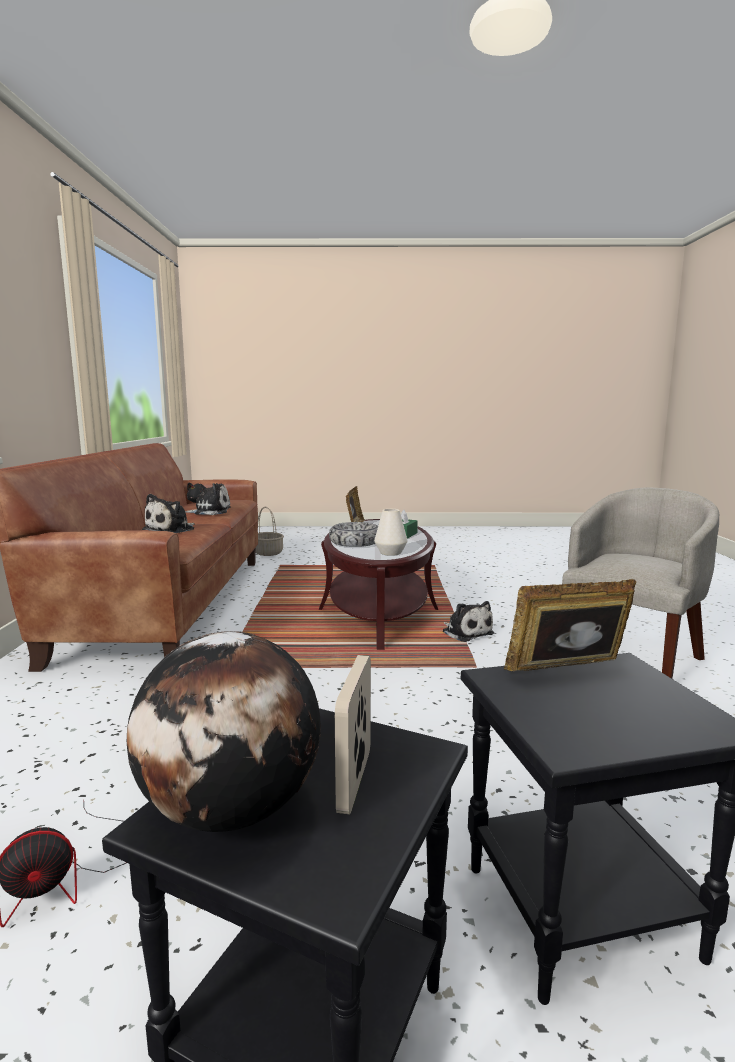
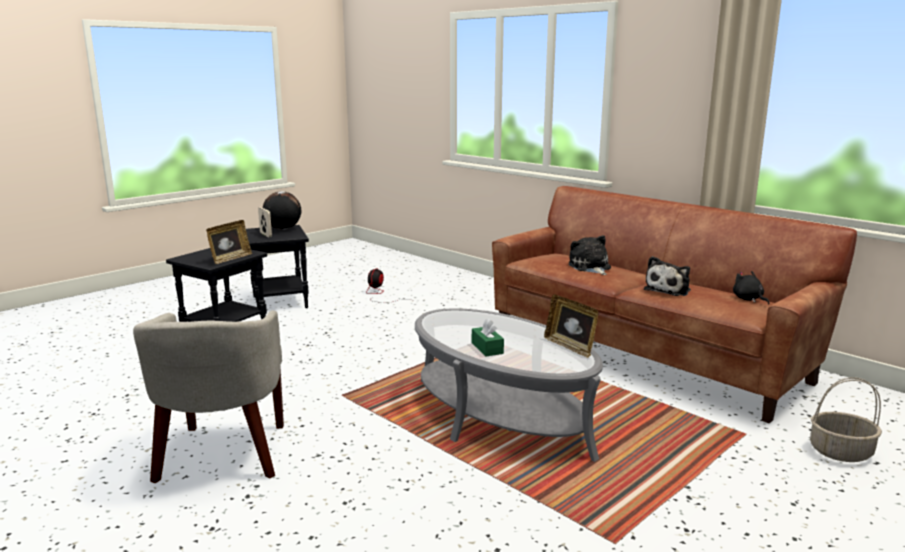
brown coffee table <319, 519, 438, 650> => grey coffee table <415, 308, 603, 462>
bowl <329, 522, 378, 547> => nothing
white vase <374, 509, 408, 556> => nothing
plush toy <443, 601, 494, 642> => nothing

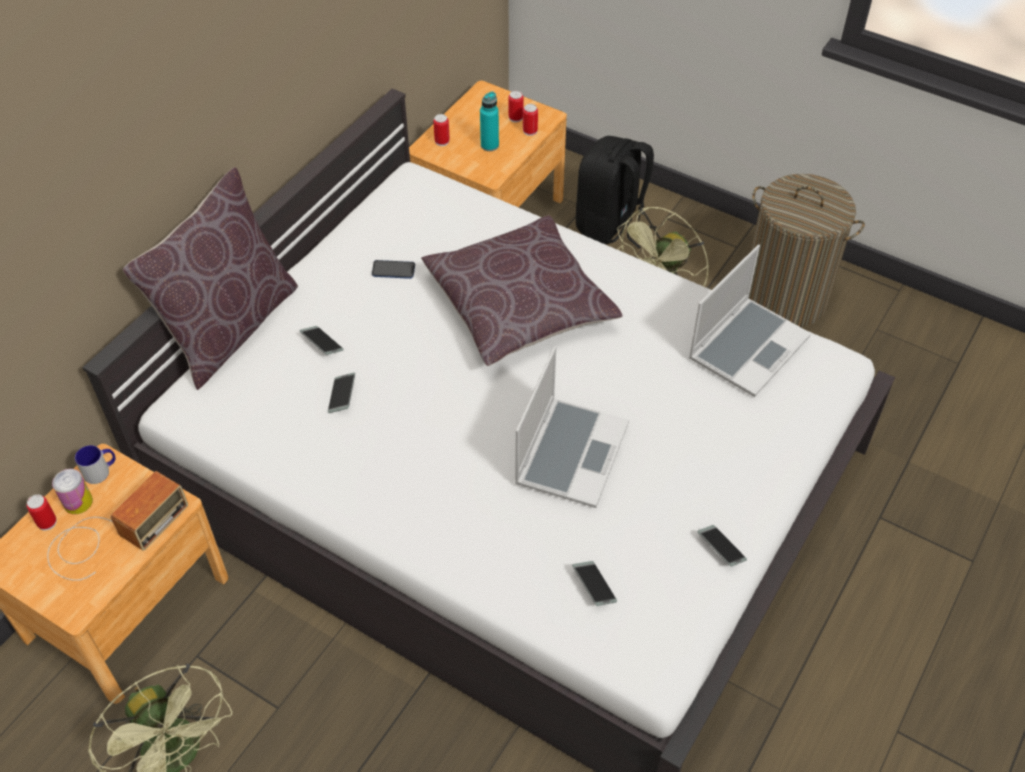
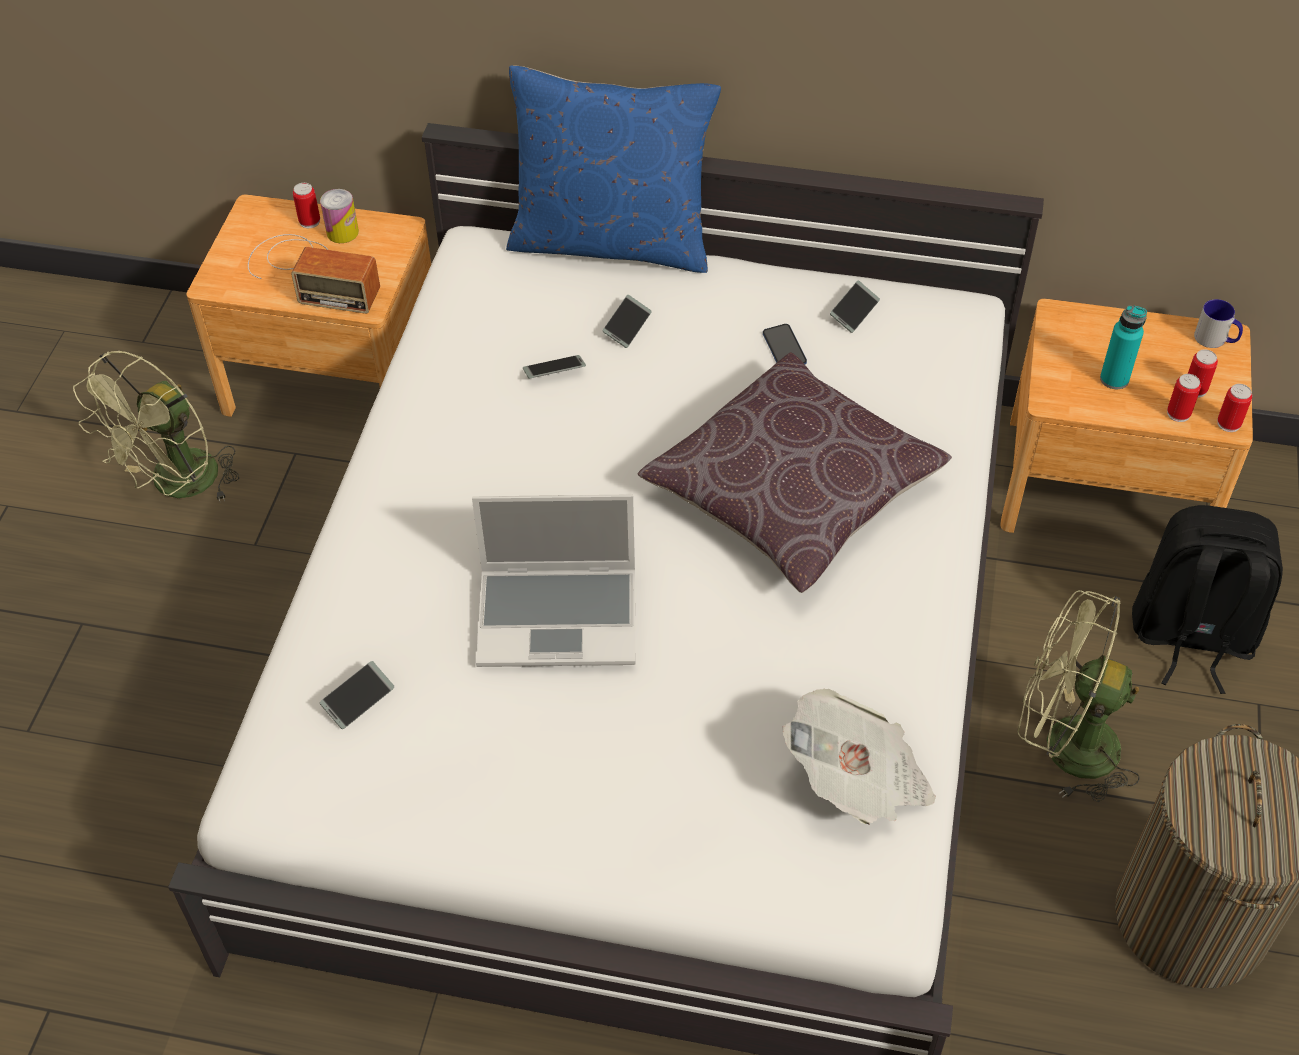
brown pillow <123, 167, 298, 390> => blue pillow <506, 65, 721, 273>
laptop <689, 245, 811, 397> => newspaper <782, 689, 936, 824>
phone <697, 525, 747, 567> => phone <830, 281, 880, 333>, relocated
mug <75, 445, 116, 484> => mug <1194, 299, 1243, 348>, relocated
can <433, 114, 450, 146> => can <1217, 384, 1252, 432>, relocated

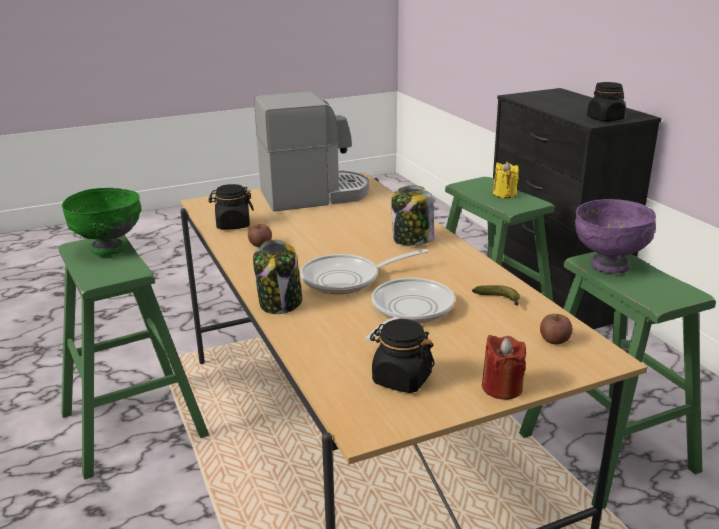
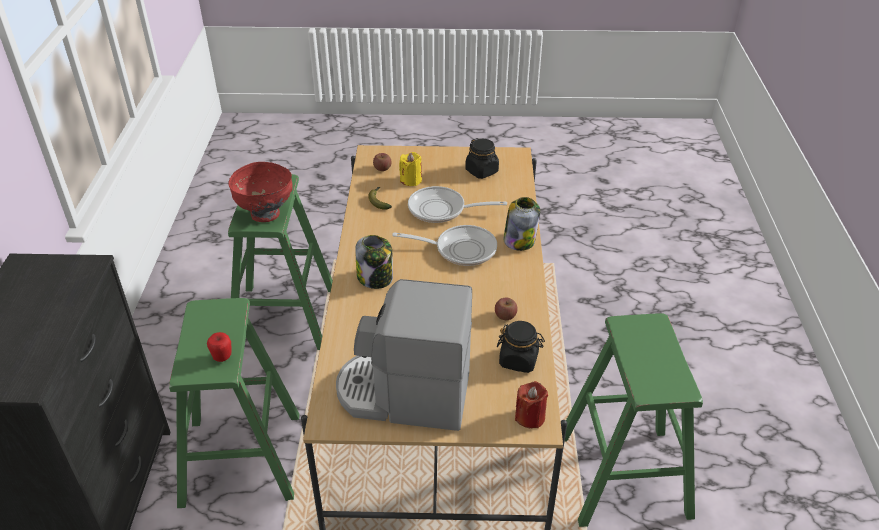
nothing => apple <207, 332, 231, 362>
purple bowl <575, 199, 656, 274> => red bowl <229, 162, 293, 222>
yellow candle <493, 162, 519, 198> => yellow candle <399, 152, 422, 186>, relocated
frying pan <365, 278, 455, 341> => frying pan <408, 186, 507, 223>, 45 degrees clockwise
red candle <482, 335, 526, 400> => red candle <515, 381, 548, 428>, relocated
green bowl <62, 188, 142, 255> => nothing
black jar <587, 82, 626, 121> => nothing

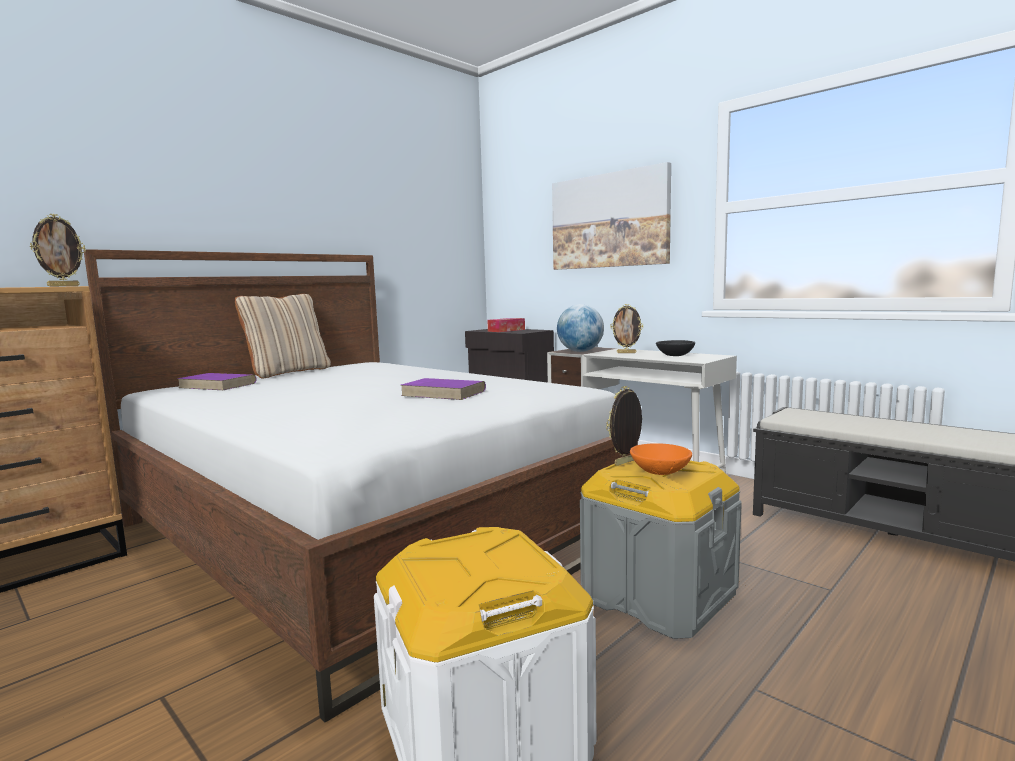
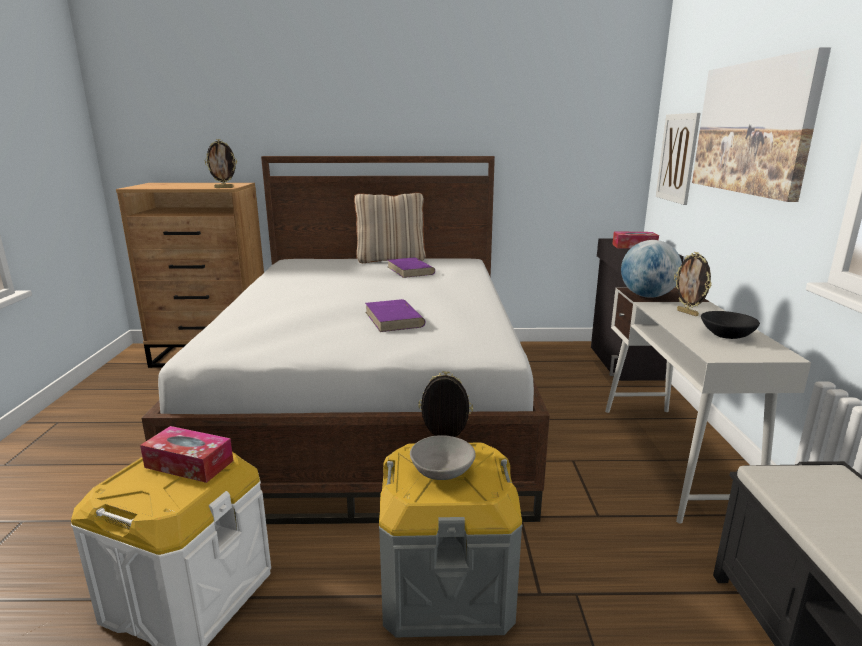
nothing => tissue box <140, 426, 233, 483>
purple book <177, 373, 257, 390> => purple book <388, 257, 435, 278>, relocated
orange bowl <630, 443, 692, 475> => grey bowl <410, 435, 476, 480>
nothing => picture <656, 113, 701, 205>

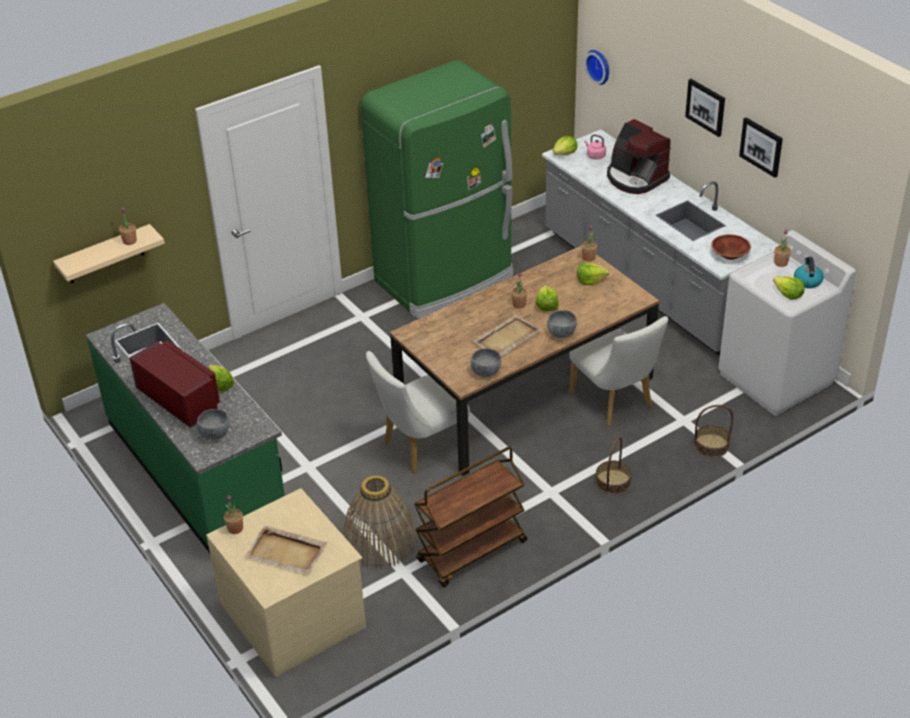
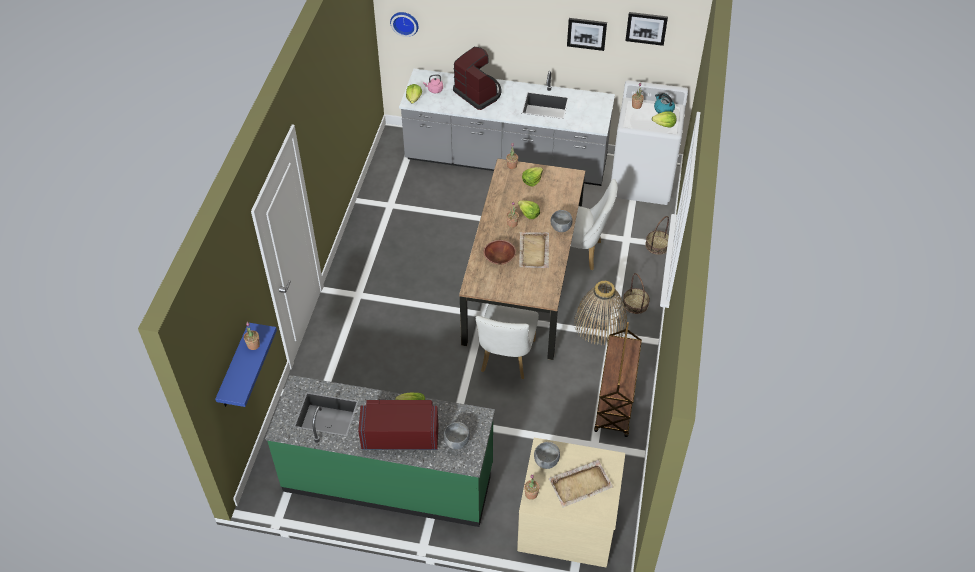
beige shelf <53, 224, 165, 283> => blue shelf <215, 323, 277, 407>
coffee machine <607, 119, 671, 194> => coffee machine <453, 47, 502, 110>, 135 degrees counterclockwise
brown bowl <711, 234, 751, 260> => brown bowl <484, 240, 516, 264>, relocated
grey bowl <471, 348, 501, 377> => grey bowl <534, 442, 560, 469>, relocated
basket <343, 475, 418, 569> => basket <574, 281, 627, 345>, relocated
picture <685, 79, 725, 137> => picture <625, 12, 668, 46>, relocated
green fridge <361, 60, 513, 319> => nothing

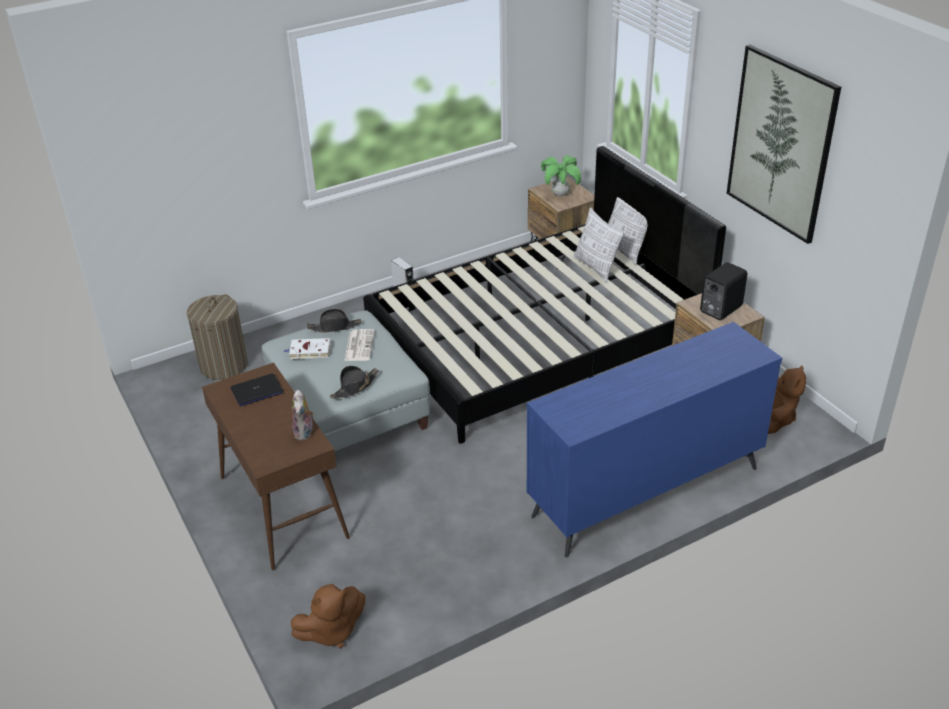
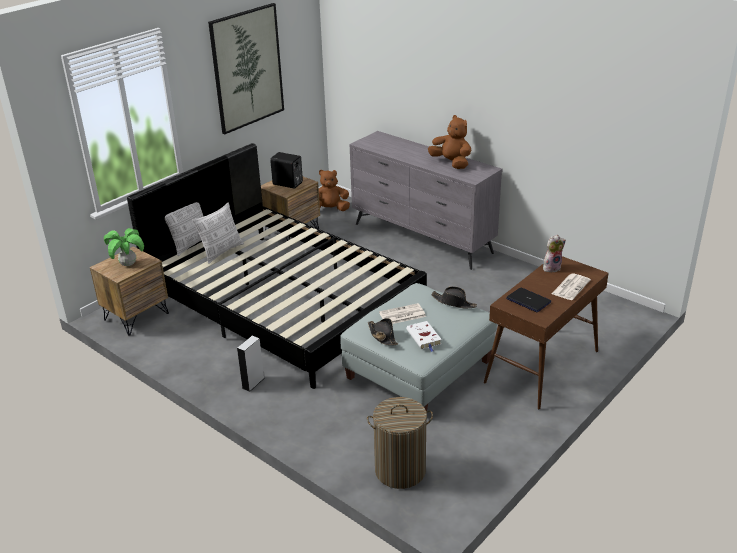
blue dresser <527, 322, 782, 558> => grey dresser <349, 131, 503, 270>
brown plush toy <291, 584, 365, 648> => brown plush toy <428, 115, 471, 169>, relocated
nothing => newspaper <552, 273, 591, 300>

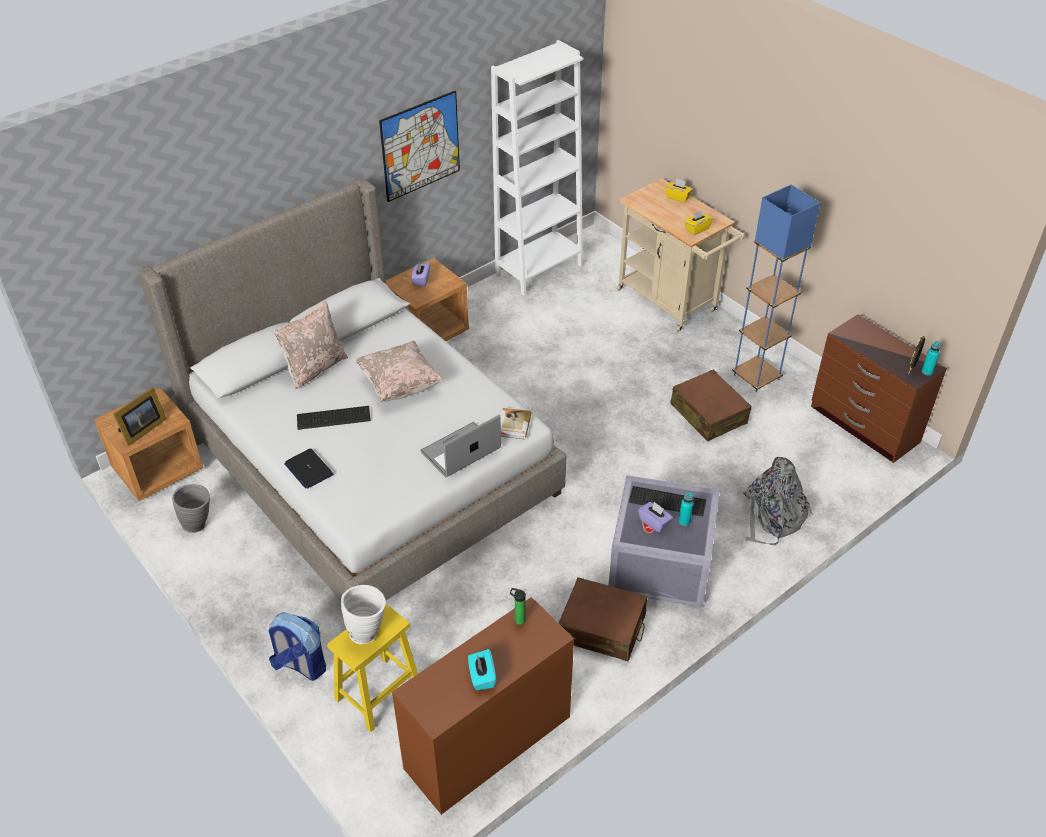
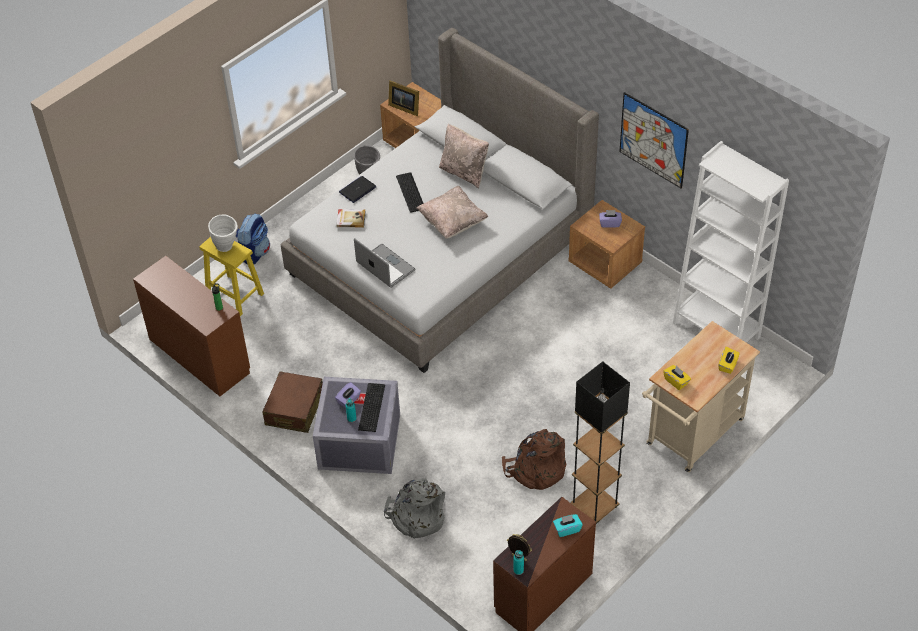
book <500, 408, 532, 440> => book <336, 209, 366, 227>, relocated
brown suitcase <670, 369, 752, 442> => brown backpack <502, 429, 566, 490>
turquoise tissue box <468, 649, 496, 690> => turquoise tissue box <553, 514, 583, 537>, relocated
blue floor lamp <732, 185, 820, 392> => black floor lamp <570, 361, 630, 524>

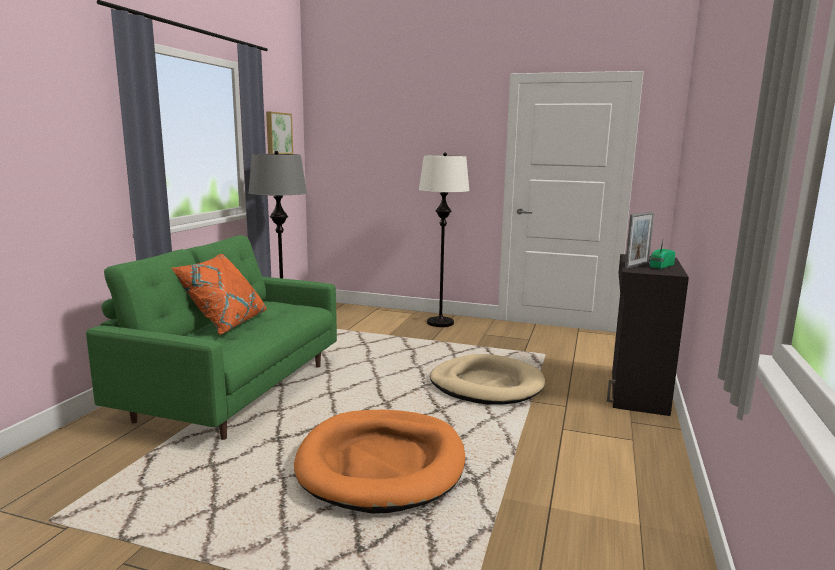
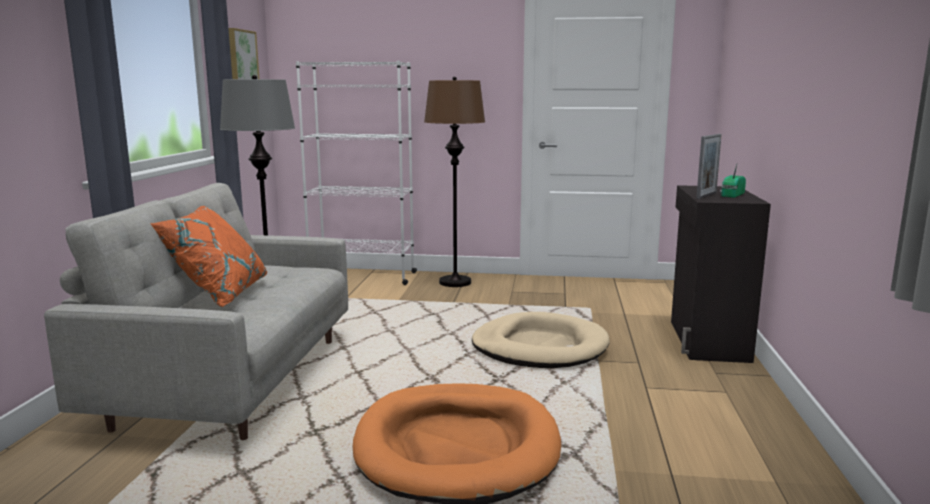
green sofa <86, 235, 337, 440> => grey sofa <44, 183, 348, 440>
nothing => white bookcase <296, 61, 417, 285>
white floor lamp <419, 153, 470, 327> => brown floor lamp <424, 77, 485, 287>

